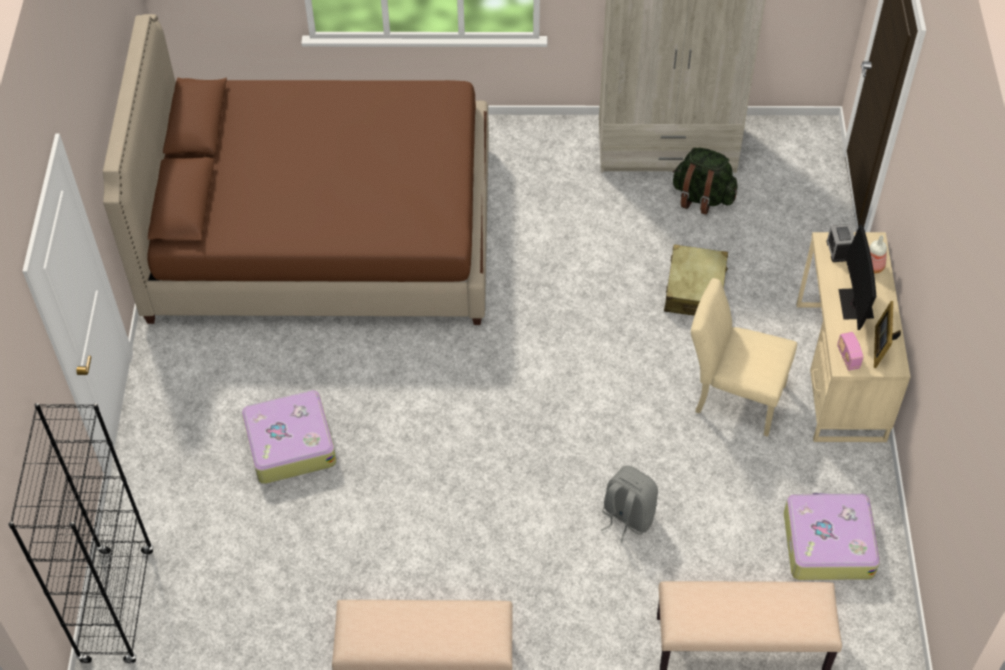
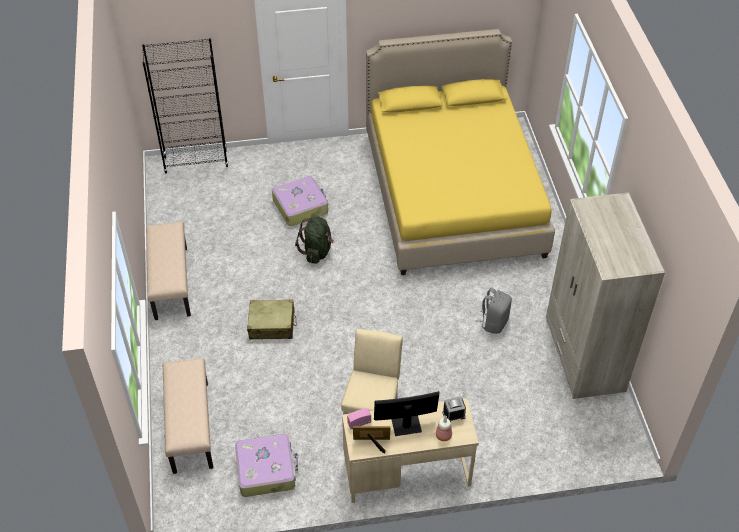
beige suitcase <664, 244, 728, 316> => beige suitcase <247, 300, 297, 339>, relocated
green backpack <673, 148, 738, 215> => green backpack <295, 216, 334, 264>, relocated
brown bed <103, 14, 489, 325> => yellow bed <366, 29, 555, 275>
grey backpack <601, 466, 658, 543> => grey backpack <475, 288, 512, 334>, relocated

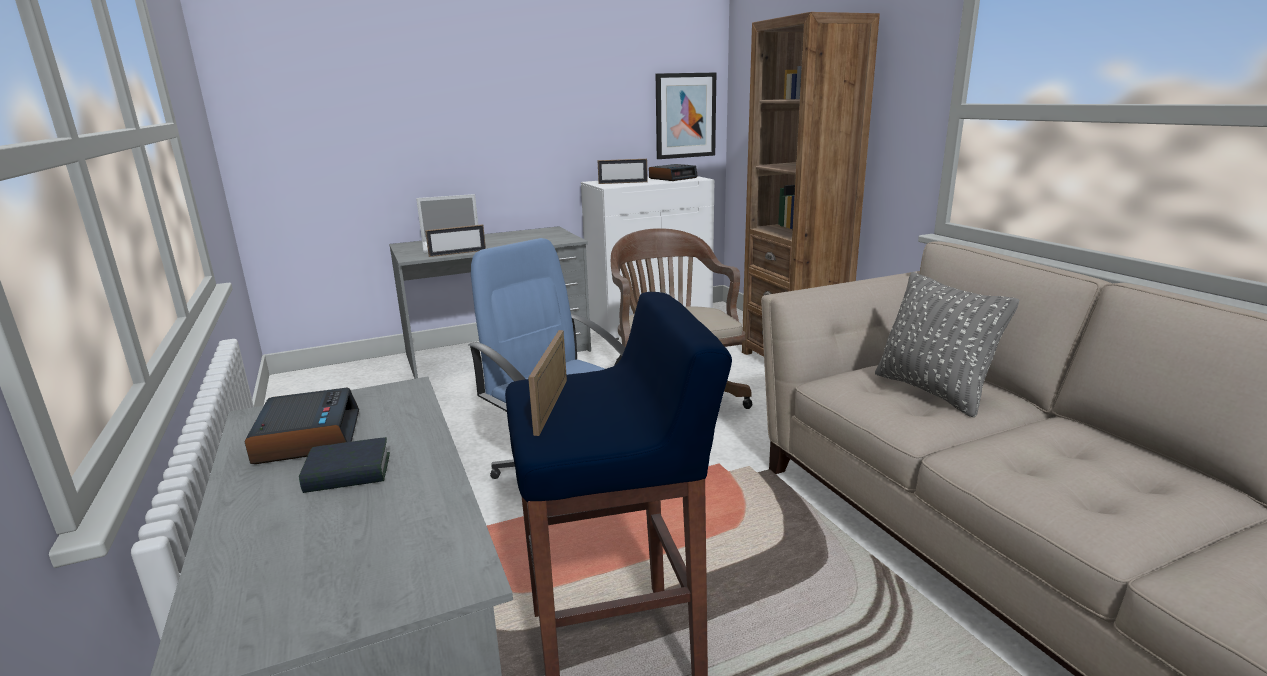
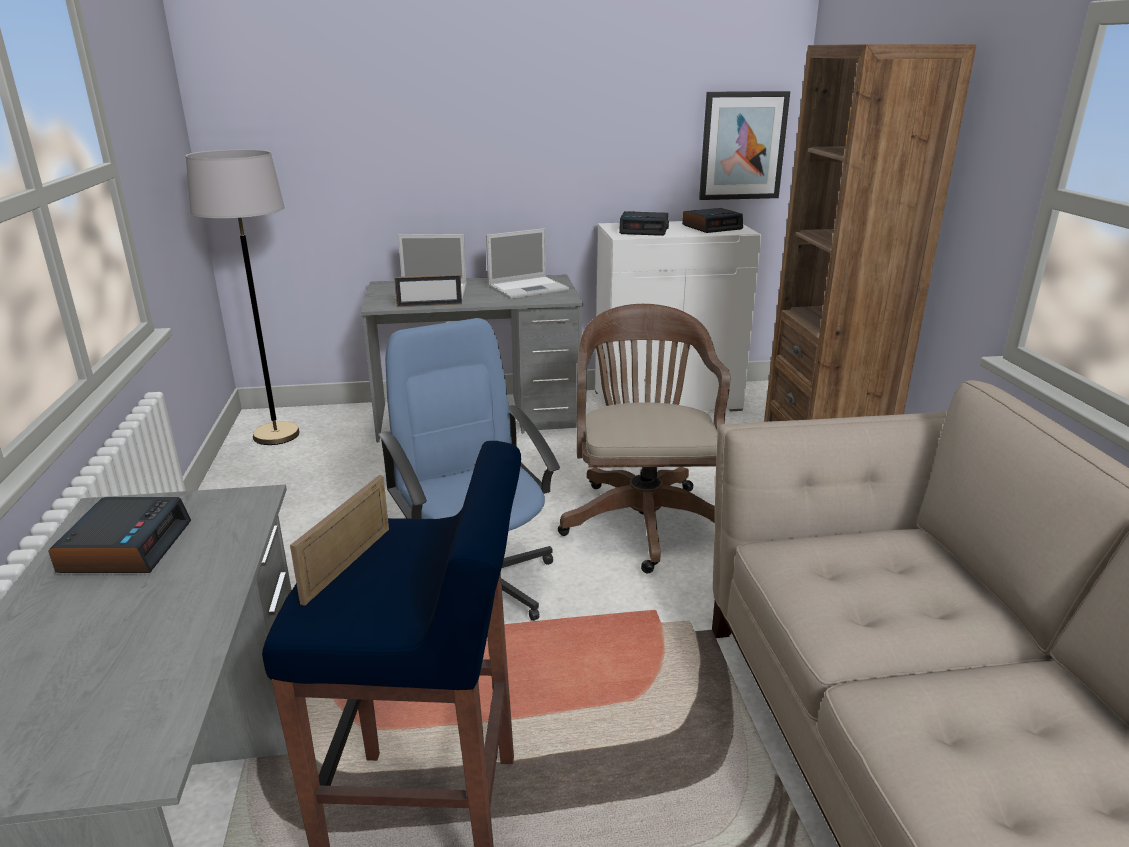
nothing => grey floor lamp <186, 149, 300, 445>
nothing => laptop <486, 228, 569, 299>
picture frame <598, 159, 648, 184> => alarm clock <619, 211, 669, 236>
book <299, 437, 390, 493> => nothing
grey pillow <875, 272, 1019, 417> => nothing

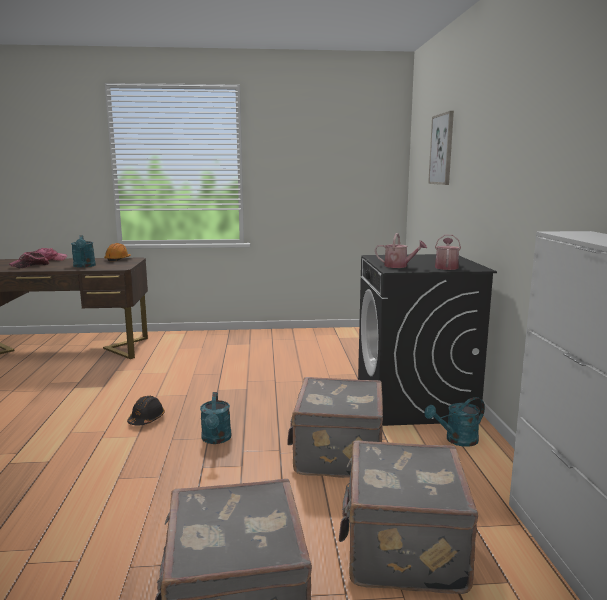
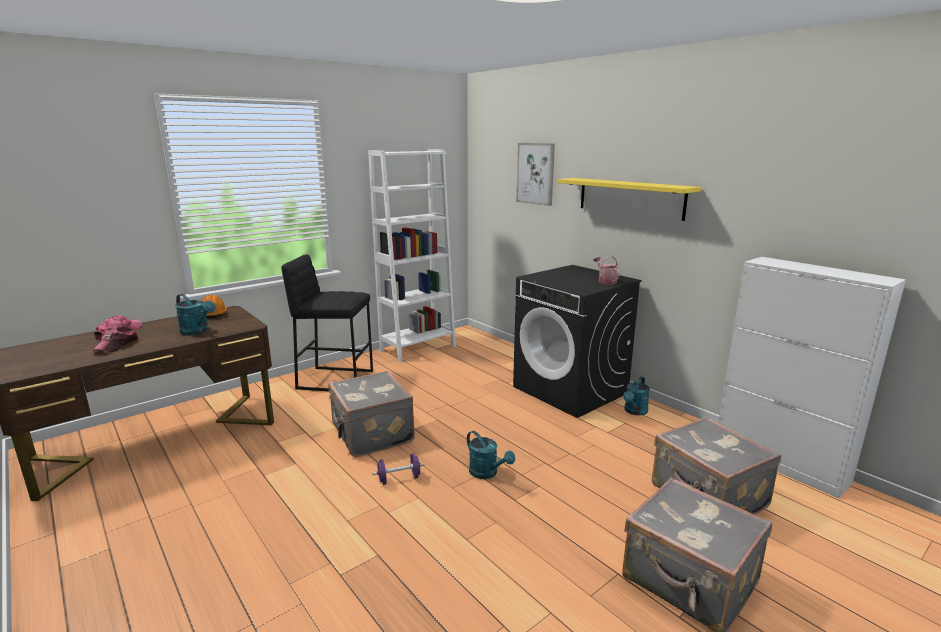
nothing => black stool <281, 254, 373, 391>
grey suitcase <287, 377, 383, 478> => grey suitcase <328, 371, 415, 457>, relocated
nothing => white bookcase <368, 149, 455, 363>
black hard hat <127, 396, 165, 425> => purple dumbbell <373, 454, 424, 485>
nothing => yellow shelf <557, 178, 701, 221>
watering can <375, 233, 427, 268> => nothing

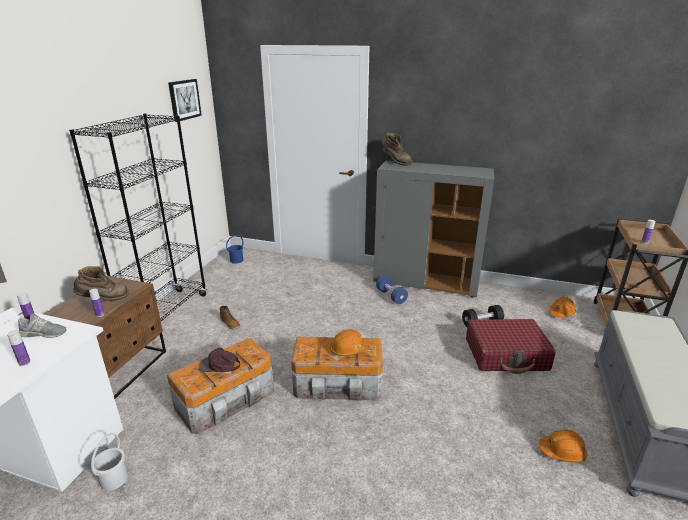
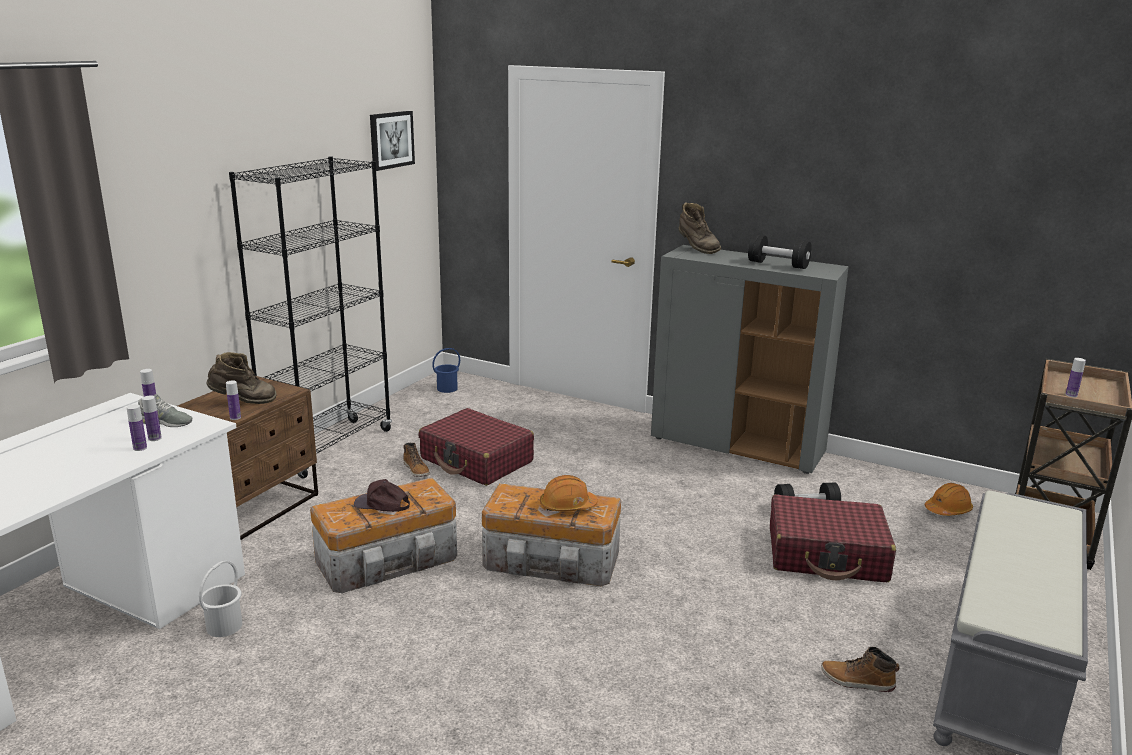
nothing => bottle <142, 396, 162, 441>
nothing => red suitcase <419, 408, 534, 486>
nothing => black dumbbell <748, 235, 812, 269>
orange hard hat <539, 429, 587, 463> => boot <821, 647, 899, 692>
blue dumbbell <376, 276, 408, 304> => nothing

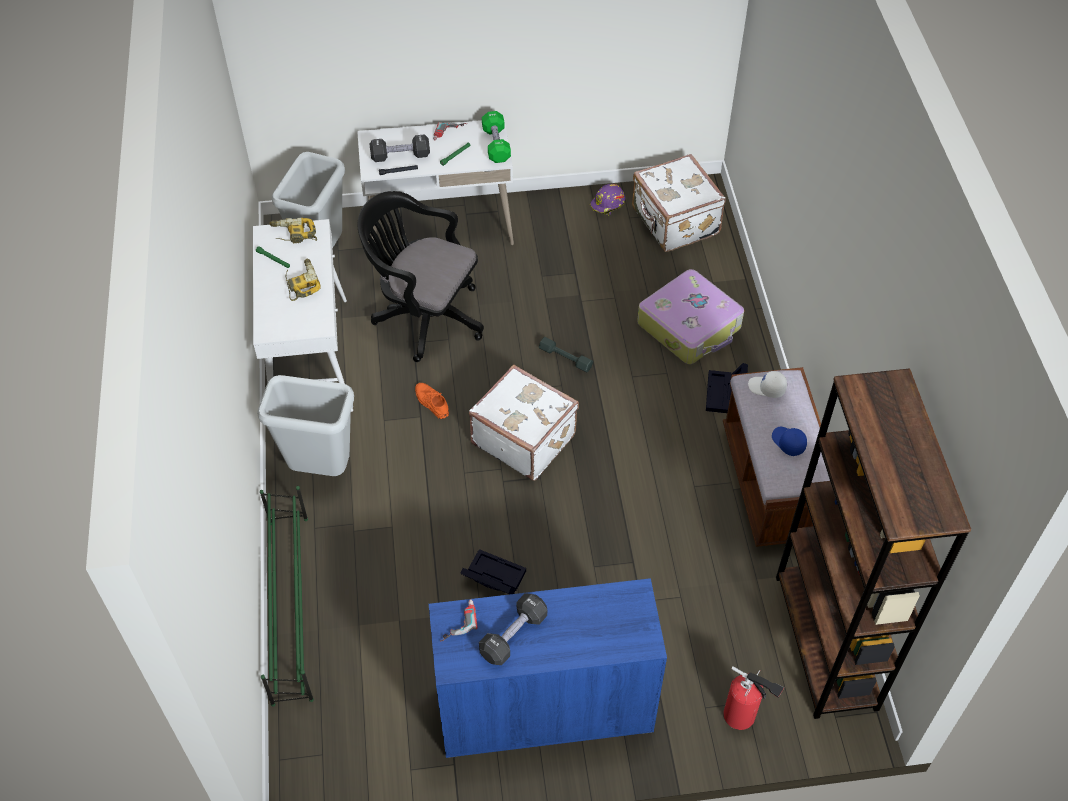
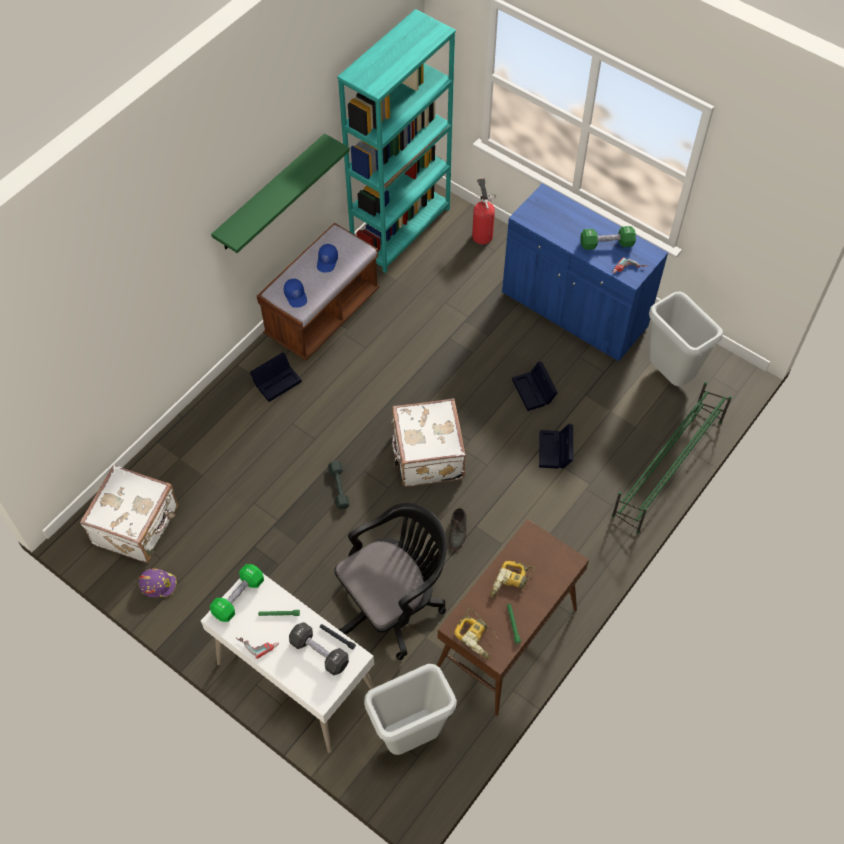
nothing => green shelf <211, 133, 350, 253>
white cap <748, 371, 787, 398> => blue cap <284, 279, 307, 308>
black office chair <357, 191, 484, 362> => black office chair <334, 503, 447, 660>, 105 degrees counterclockwise
brown bookcase <776, 368, 972, 719> => turquoise bookcase <337, 9, 456, 273>
white console table <253, 219, 353, 412> => brown console table <437, 519, 589, 716>
orange shoe <415, 383, 449, 419> => grey shoe <449, 508, 466, 550>
nothing => black storage box <539, 424, 573, 469>
black dumbbell <479, 593, 547, 665> => green dumbbell <581, 226, 636, 250>
grey trash can <257, 375, 354, 476> => grey trash can <649, 292, 723, 386>, relocated
suitcase <637, 269, 744, 364> => nothing

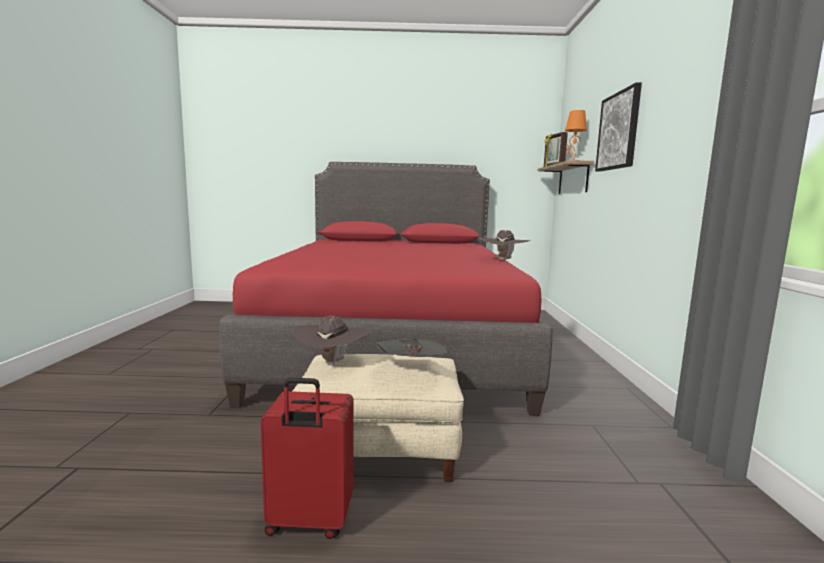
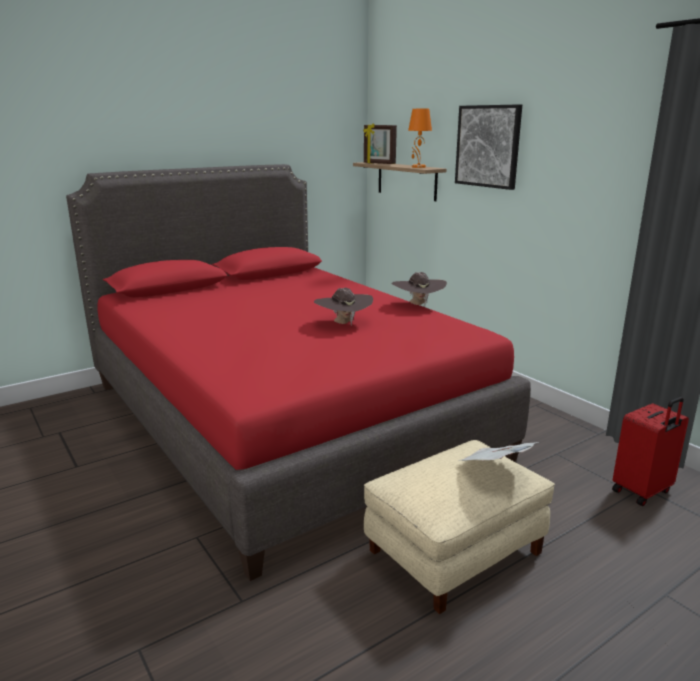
brown hat <293, 316, 370, 367> => brown hat <314, 288, 373, 326>, relocated
red suitcase <260, 378, 354, 539> => red suitcase <612, 397, 689, 506>, relocated

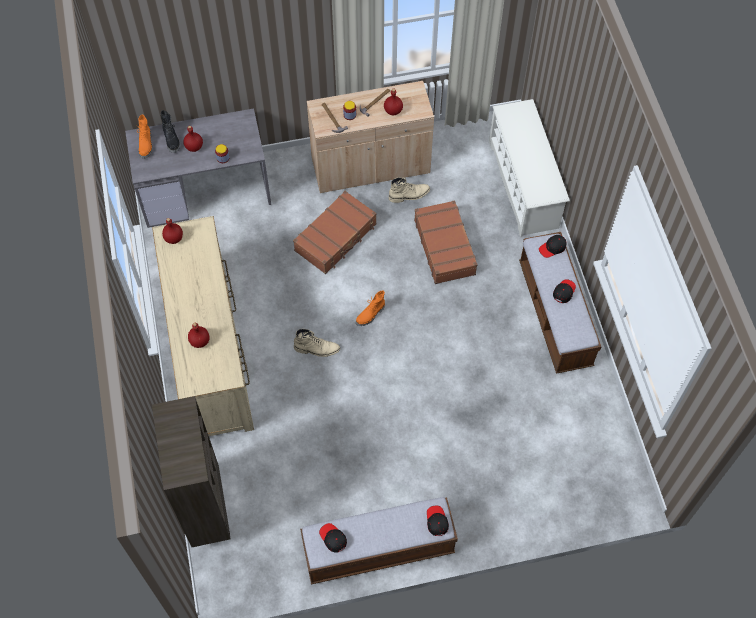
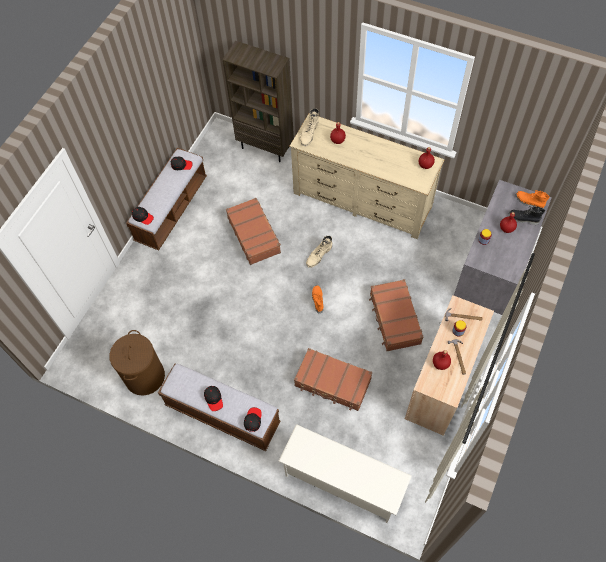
nothing => brown laundry basket <109, 330, 165, 396>
nothing => brown suitcase <226, 198, 281, 265>
beige boot <389, 177, 430, 203> => beige boot <300, 108, 319, 147>, relocated

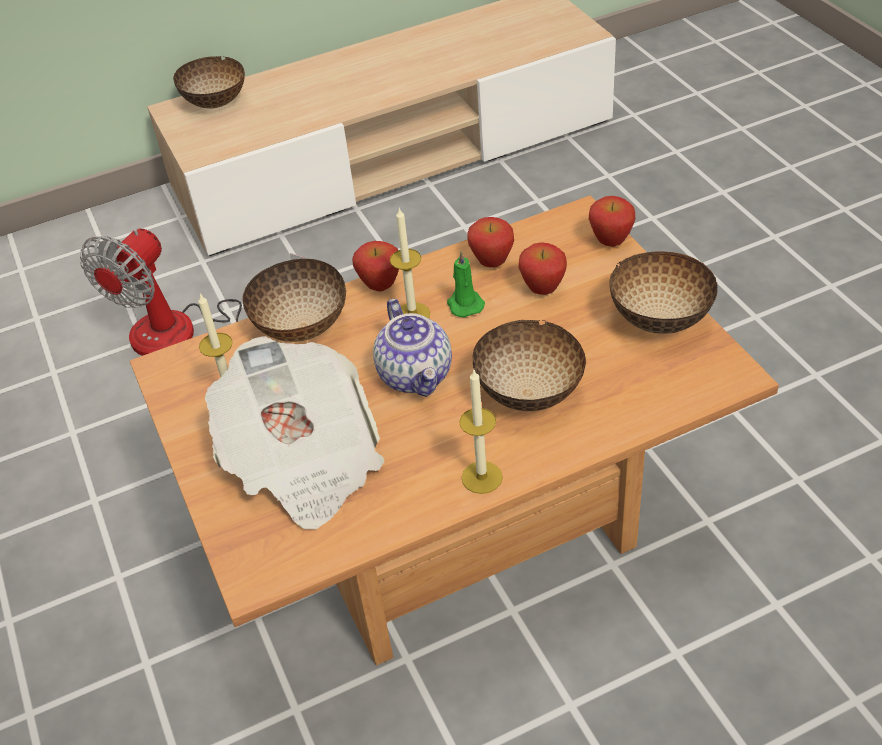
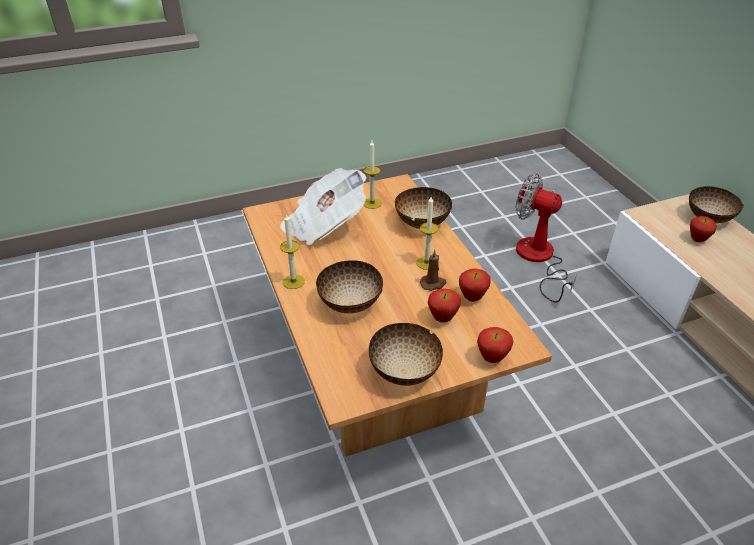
green candle <447, 250, 485, 317> => brown candle <420, 250, 446, 291>
apple <352, 241, 399, 292> => apple <690, 216, 717, 242>, relocated
teapot <373, 299, 452, 397> => nothing

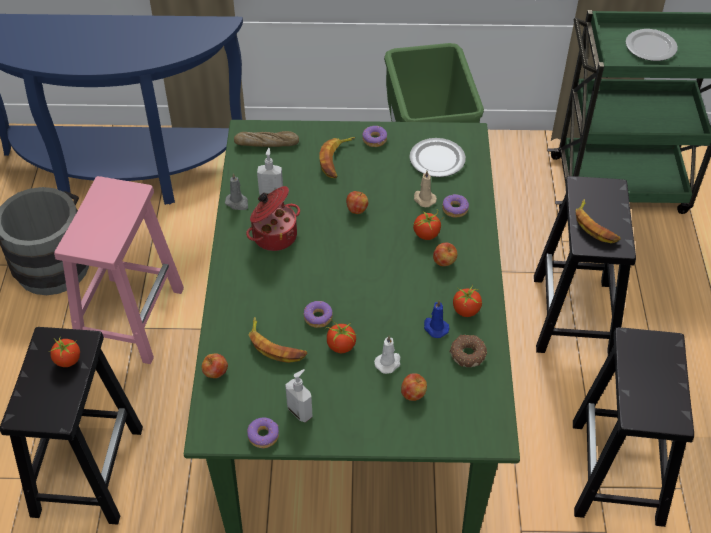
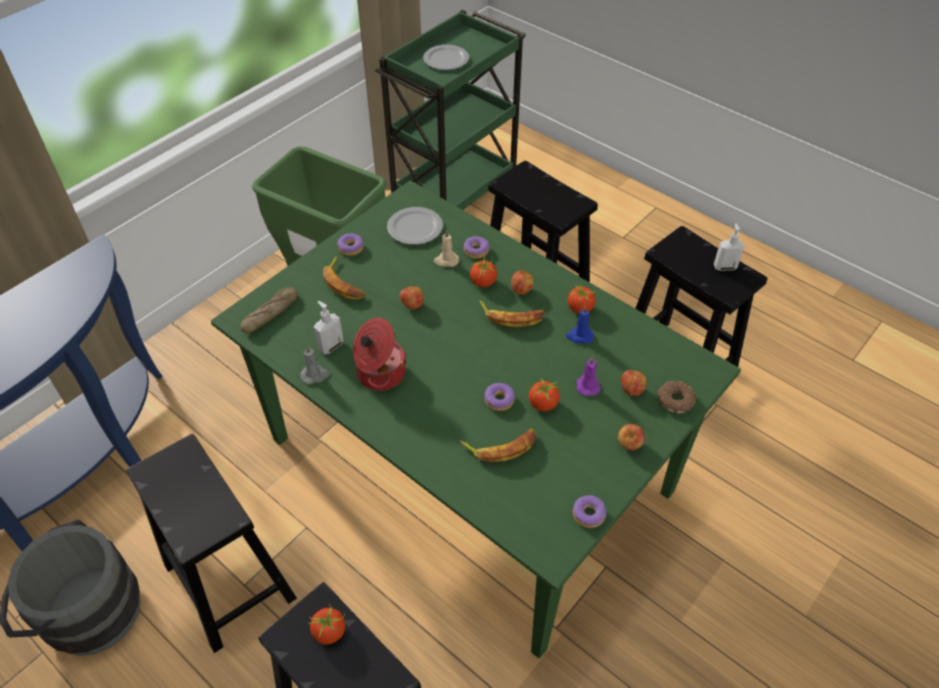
pink stool <54, 176, 184, 364> => black stool <126, 434, 297, 653>
banana <576, 199, 621, 243> => banana <480, 300, 545, 327>, relocated
white candle <374, 336, 401, 374> => purple candle <576, 357, 601, 396>
apple <202, 353, 228, 378> => apple <618, 424, 645, 450>, relocated
donut <449, 335, 487, 367> => donut <657, 380, 696, 413>, relocated
soap dispenser <285, 369, 313, 422> => soap dispenser <714, 223, 744, 271>, relocated

